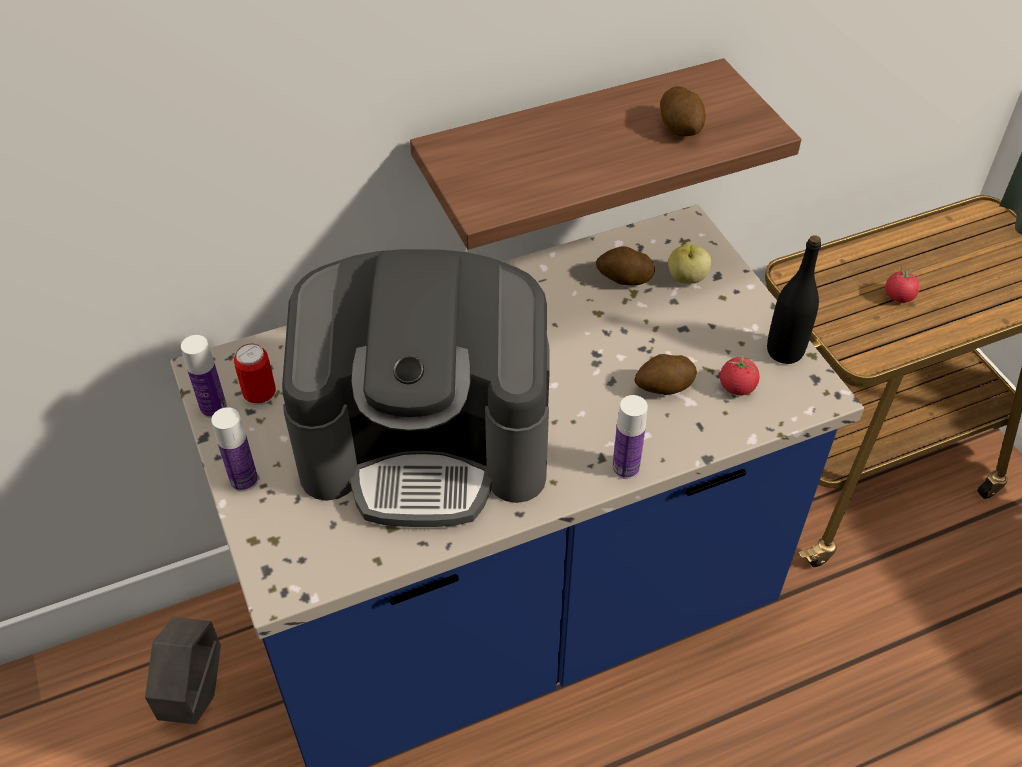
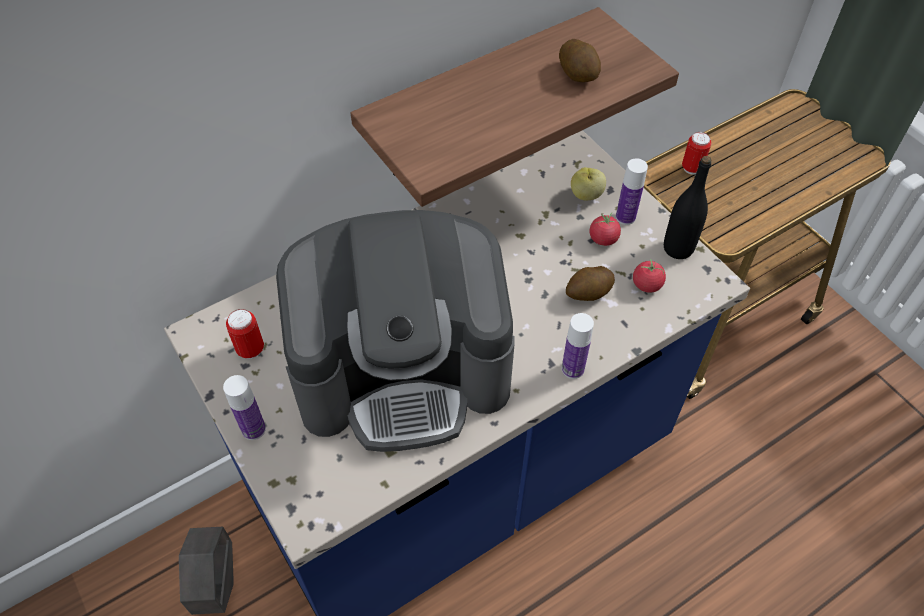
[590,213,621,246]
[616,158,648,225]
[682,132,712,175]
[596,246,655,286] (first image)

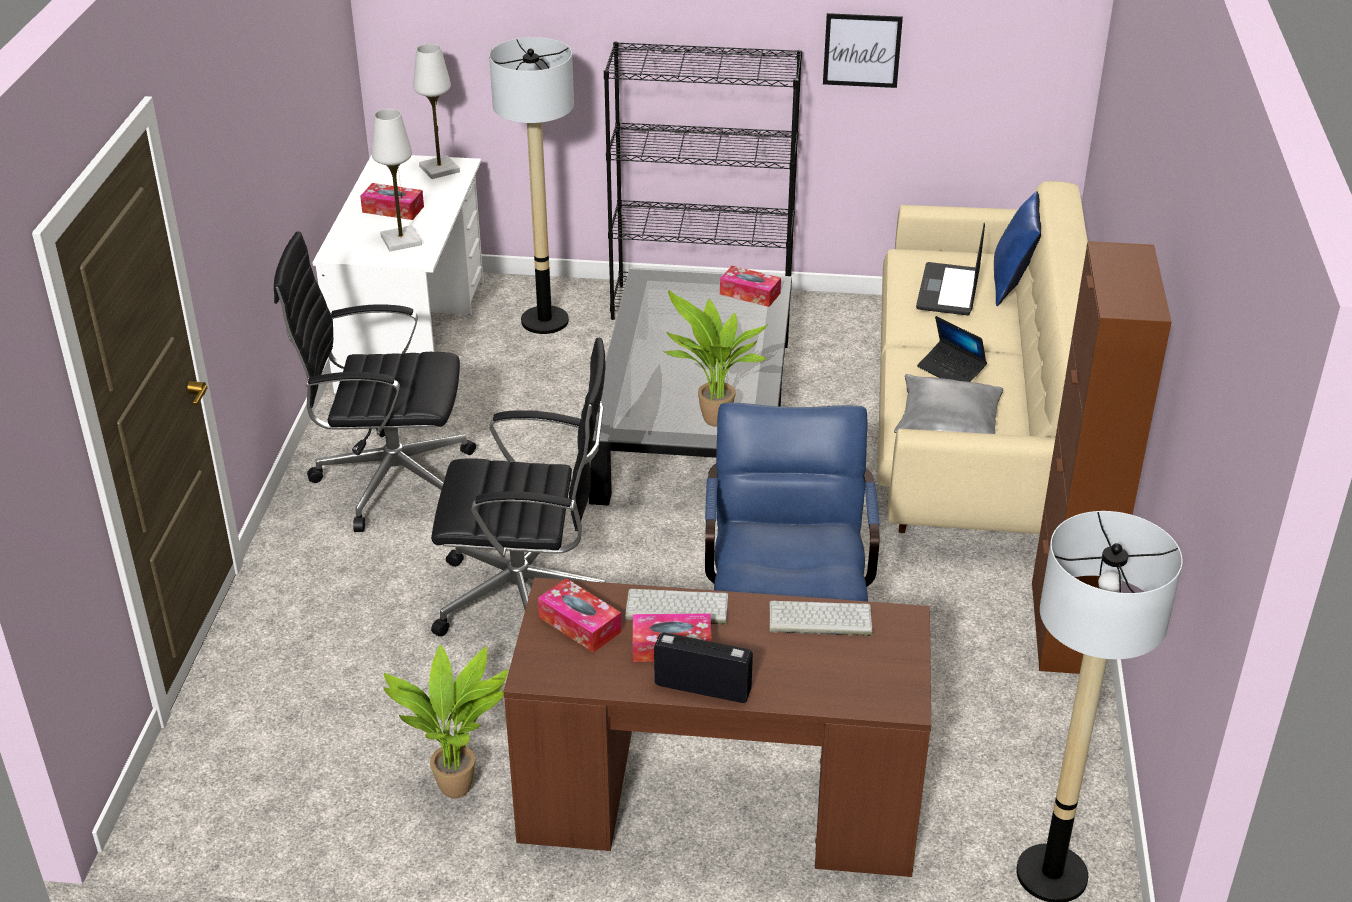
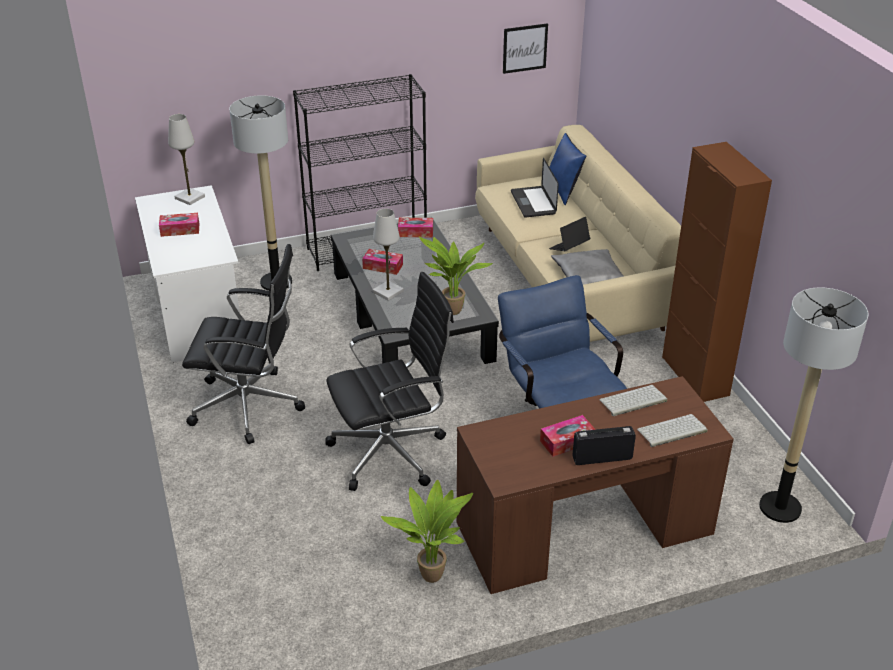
[182,244,305,444]
[362,249,403,275]
[373,208,404,301]
[503,23,548,74]
[549,217,590,251]
[637,414,707,447]

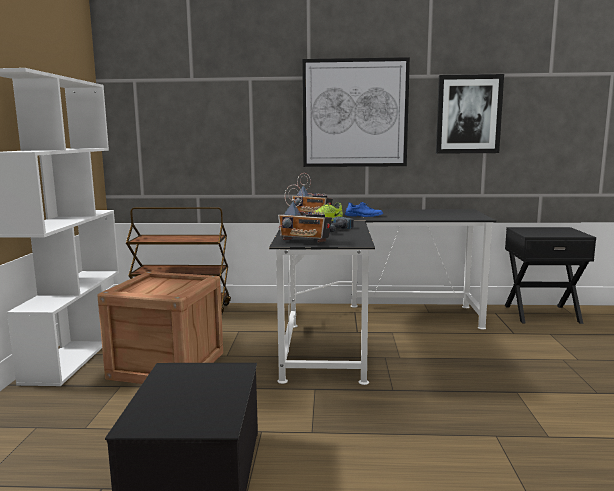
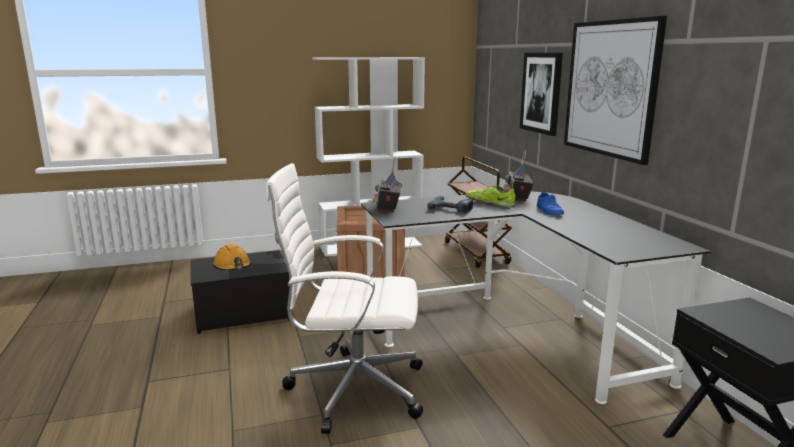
[213,244,251,271]
[266,163,423,434]
[520,53,563,136]

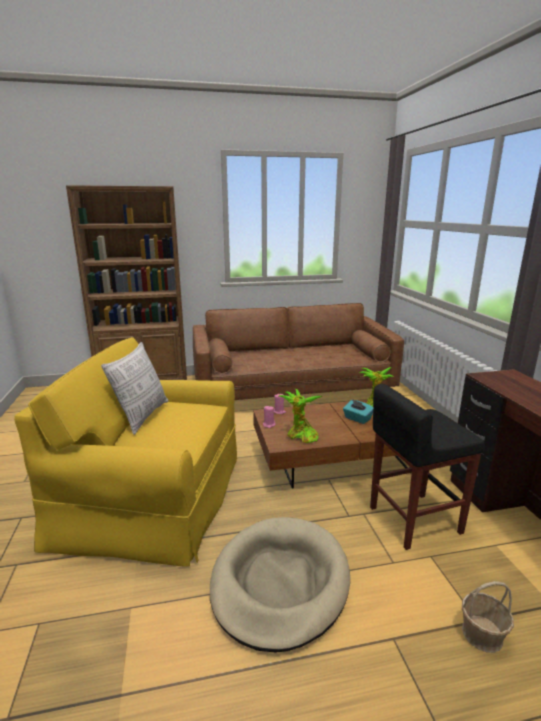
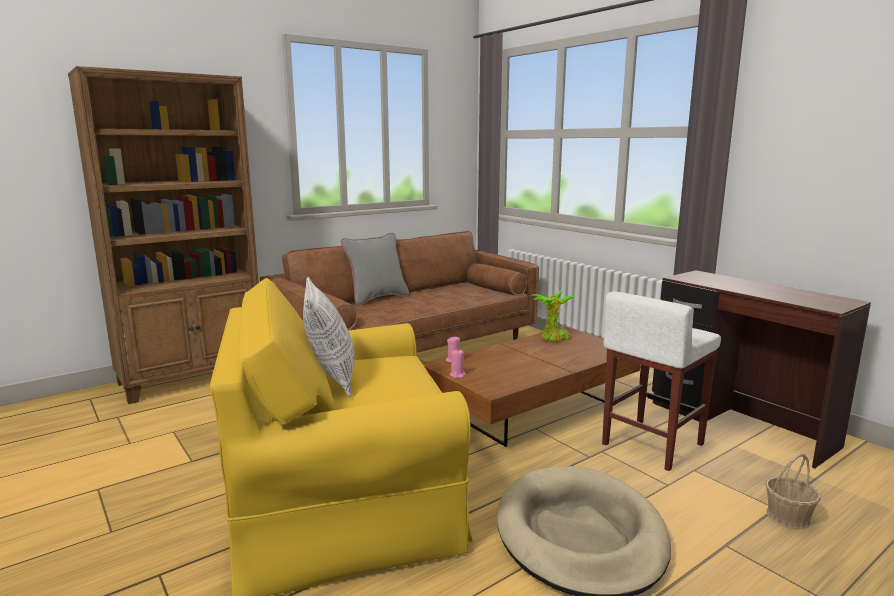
[341,233,409,306]
[602,291,721,471]
[279,389,322,443] (first image)
[343,400,373,424] (first image)

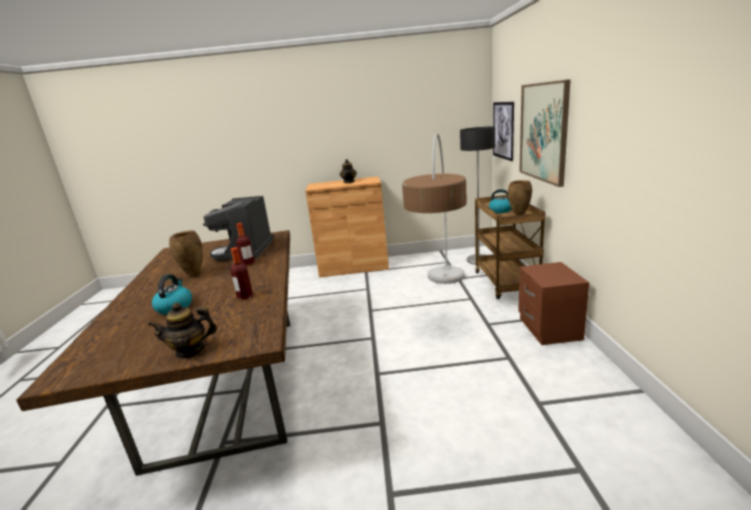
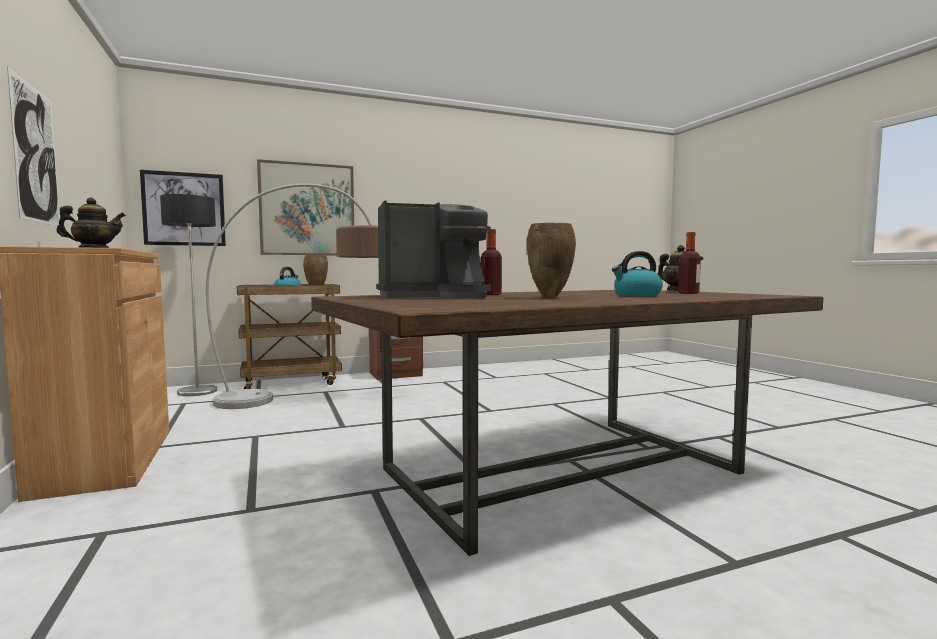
[7,67,60,226]
[678,232,701,294]

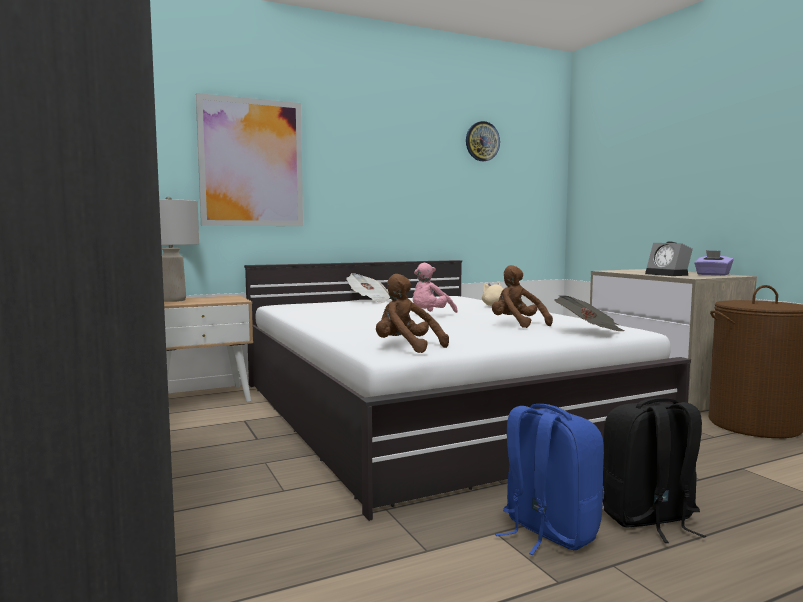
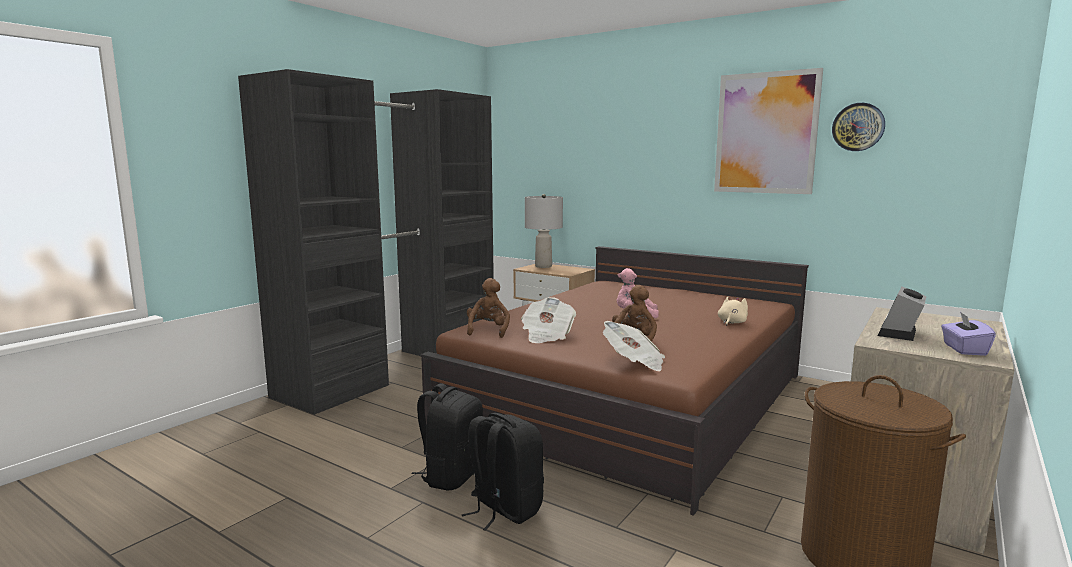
[411,383,483,491]
[421,246,809,516]
[521,297,576,343]
[714,68,823,194]

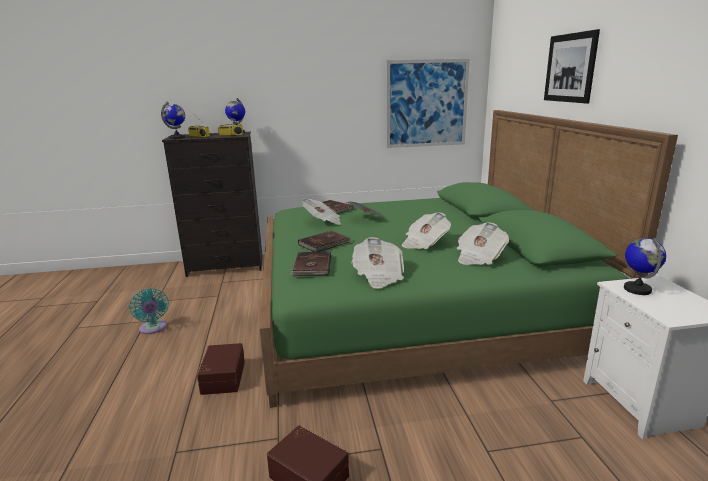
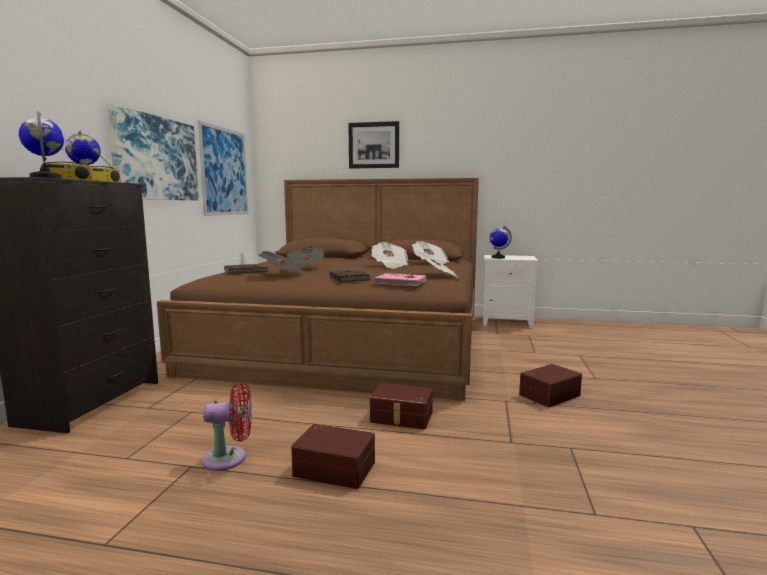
[107,104,199,200]
[157,178,479,401]
[202,383,252,471]
[291,424,375,489]
[374,273,427,286]

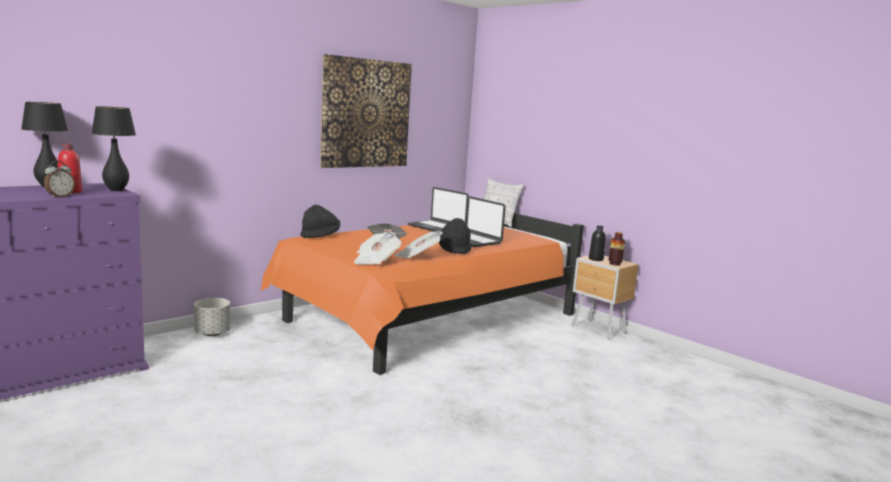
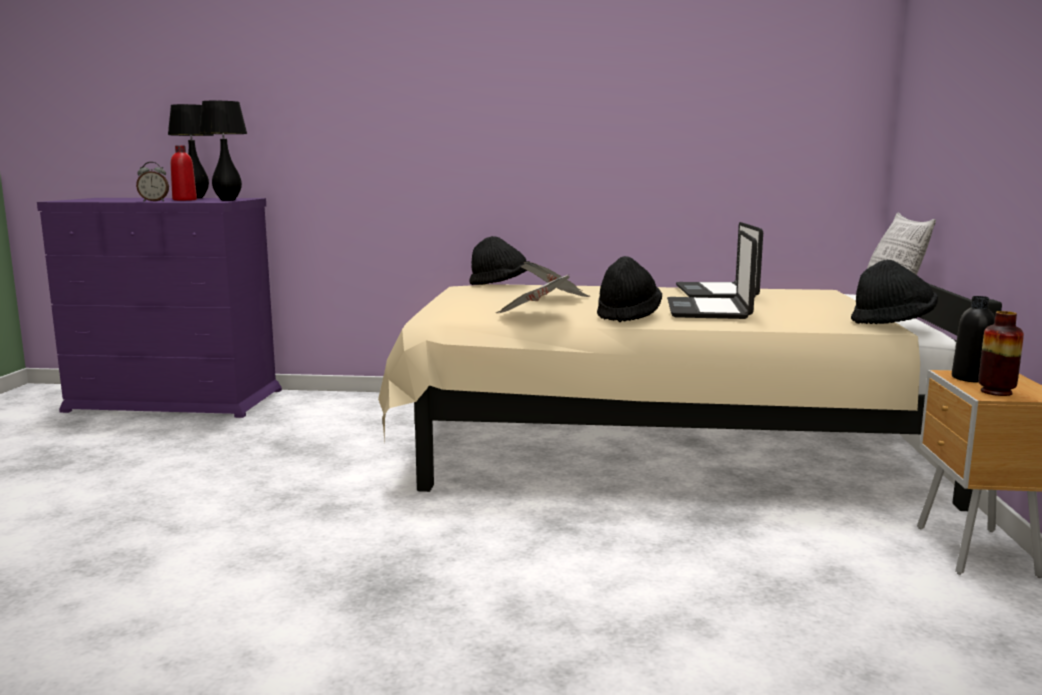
[378,283,1002,511]
[851,260,938,324]
[194,298,230,336] (first image)
[320,54,412,168] (first image)
[354,232,401,265] (first image)

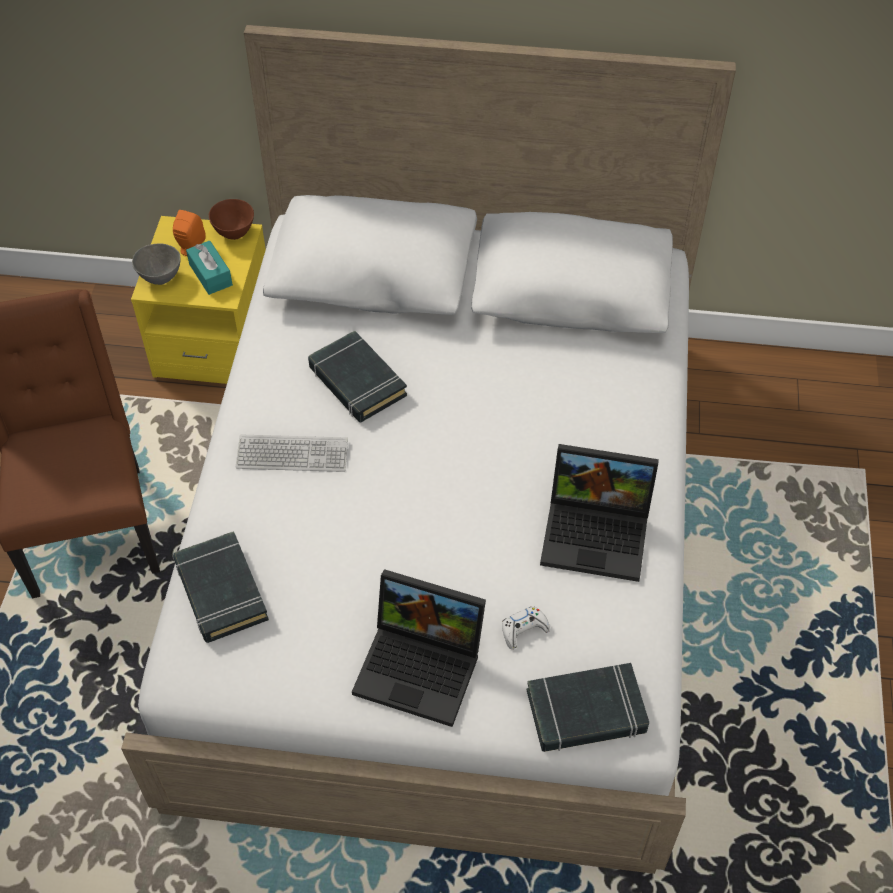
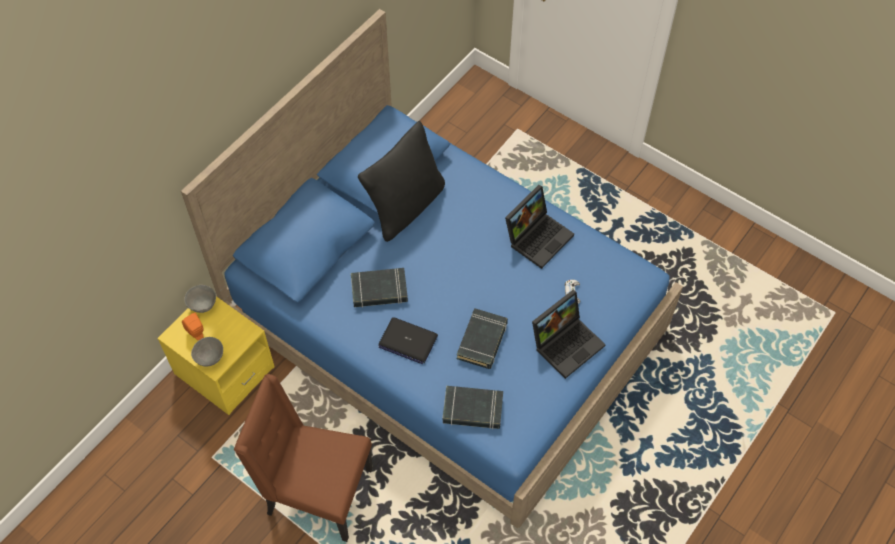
[181,9,683,529]
[184,285,216,313]
[358,121,445,242]
[378,317,438,364]
[457,308,508,369]
[186,241,233,295] (first image)

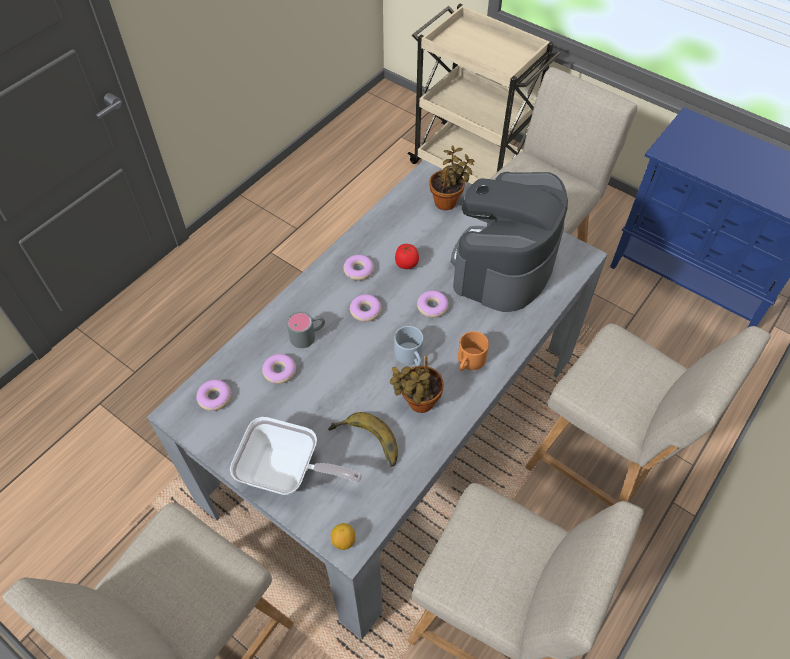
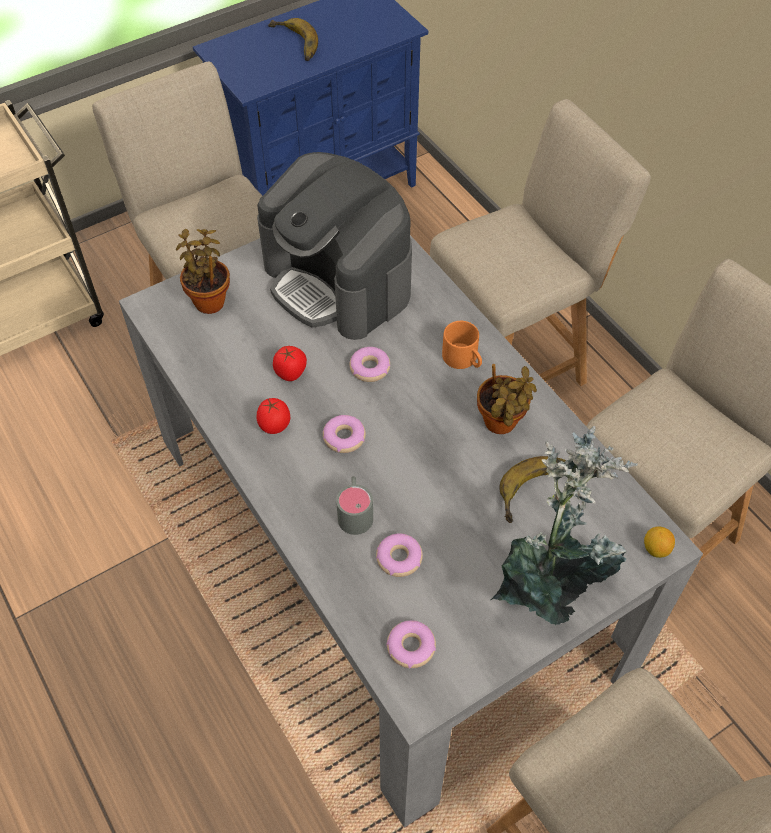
[256,398,290,434]
[268,18,318,61]
[490,426,638,625]
[394,326,423,366] (first image)

